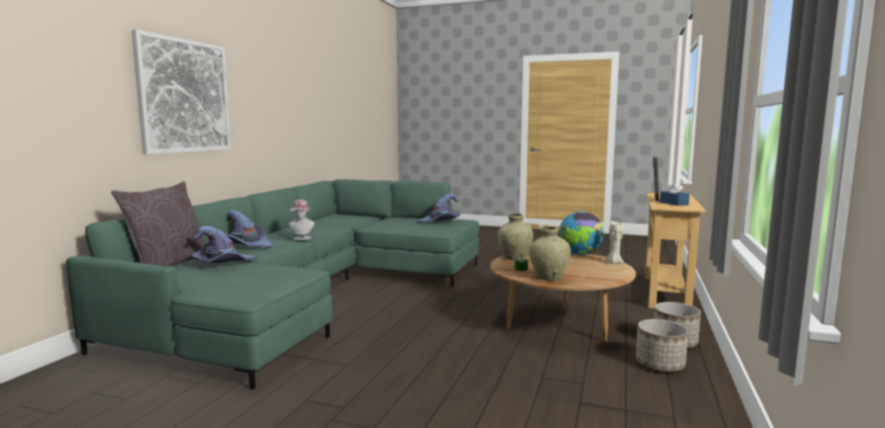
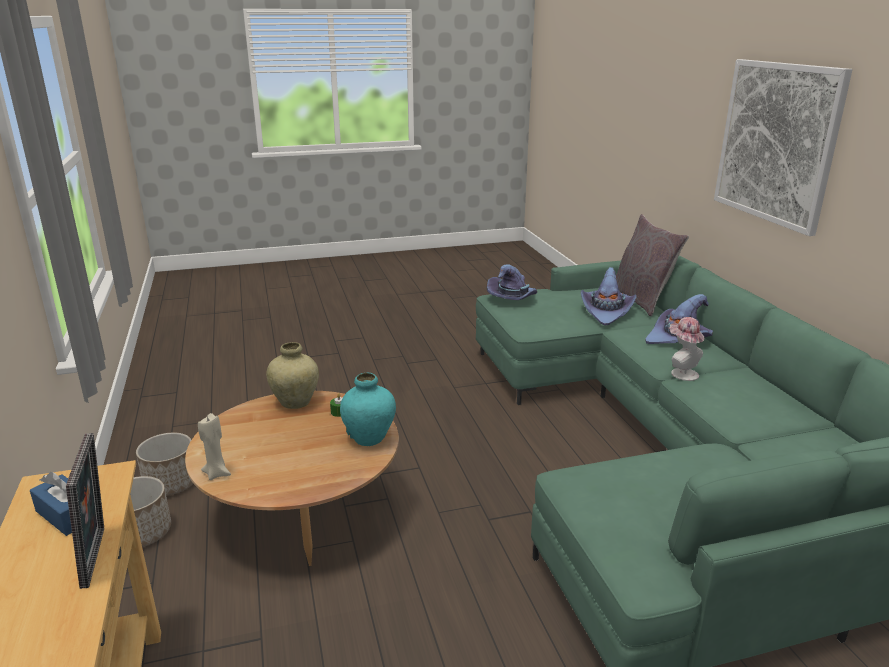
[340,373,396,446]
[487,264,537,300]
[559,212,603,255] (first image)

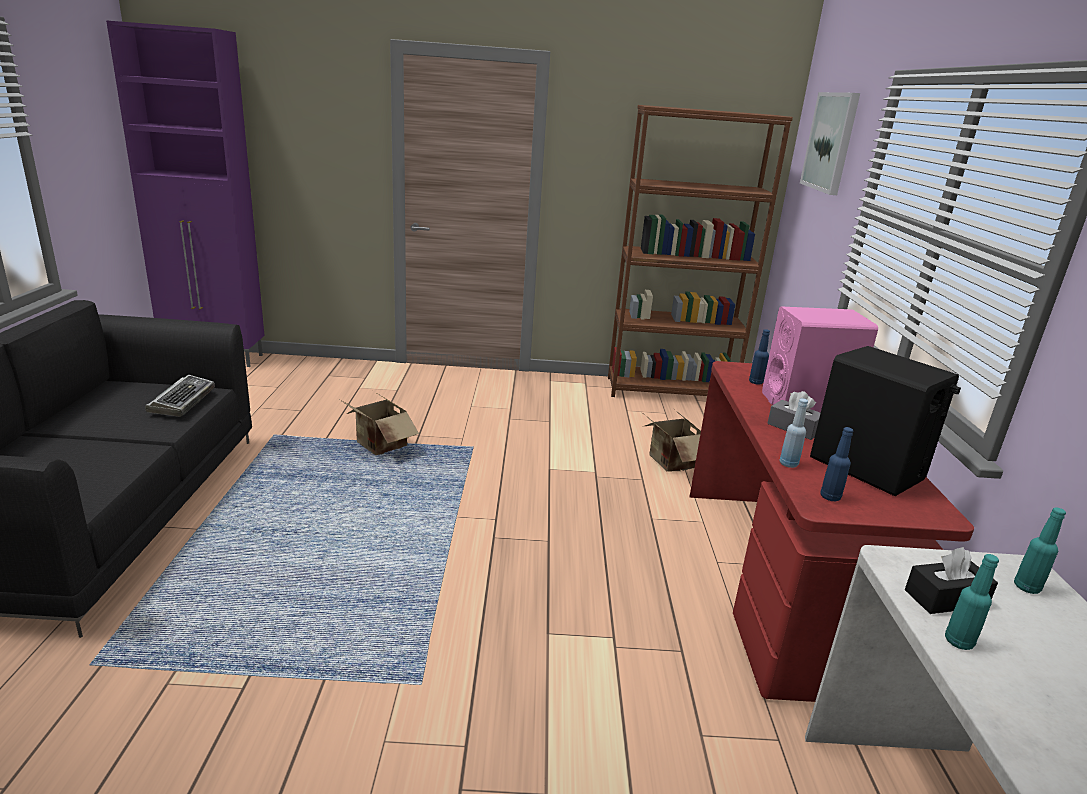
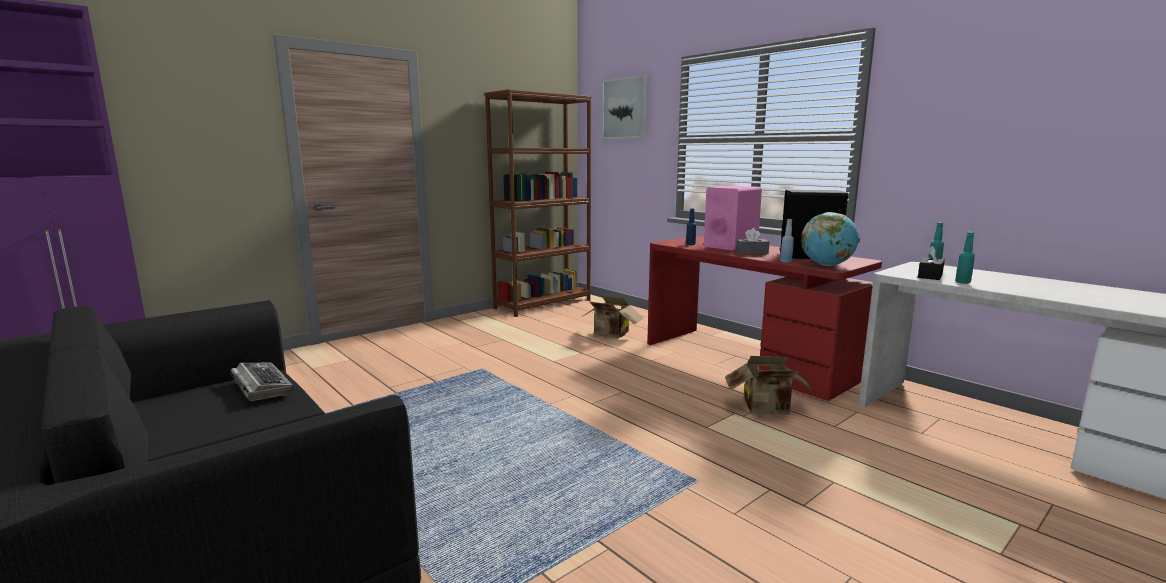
[725,356,815,415]
[801,212,859,266]

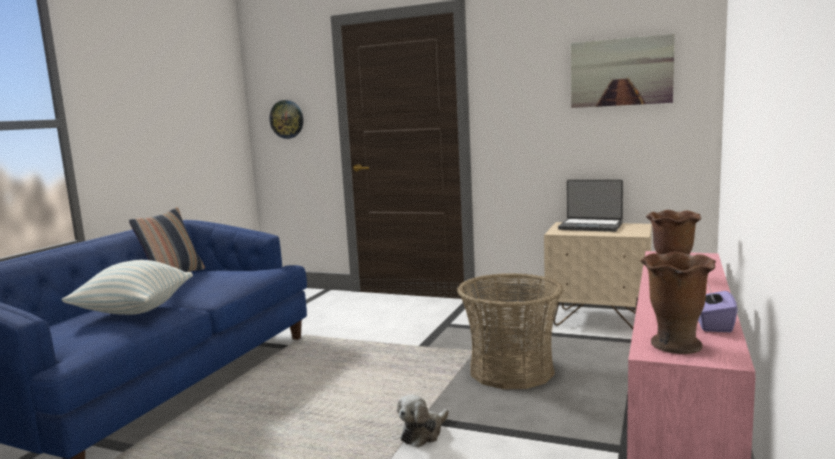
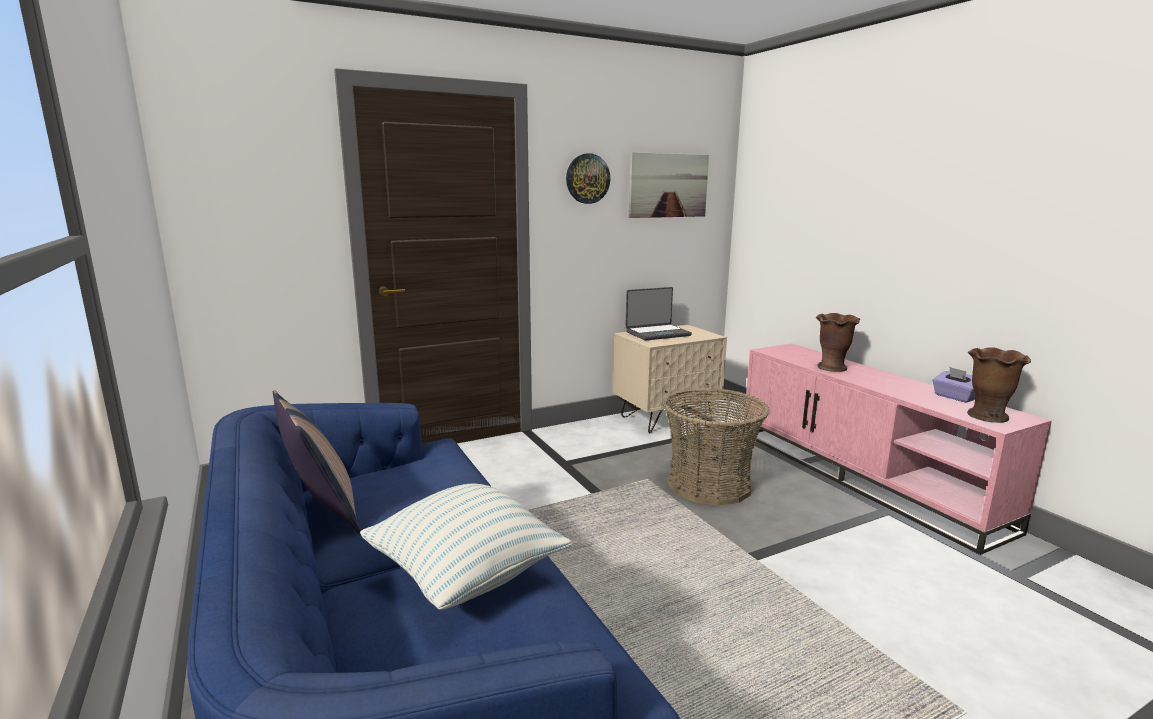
[566,153,610,204]
[397,394,449,448] (first image)

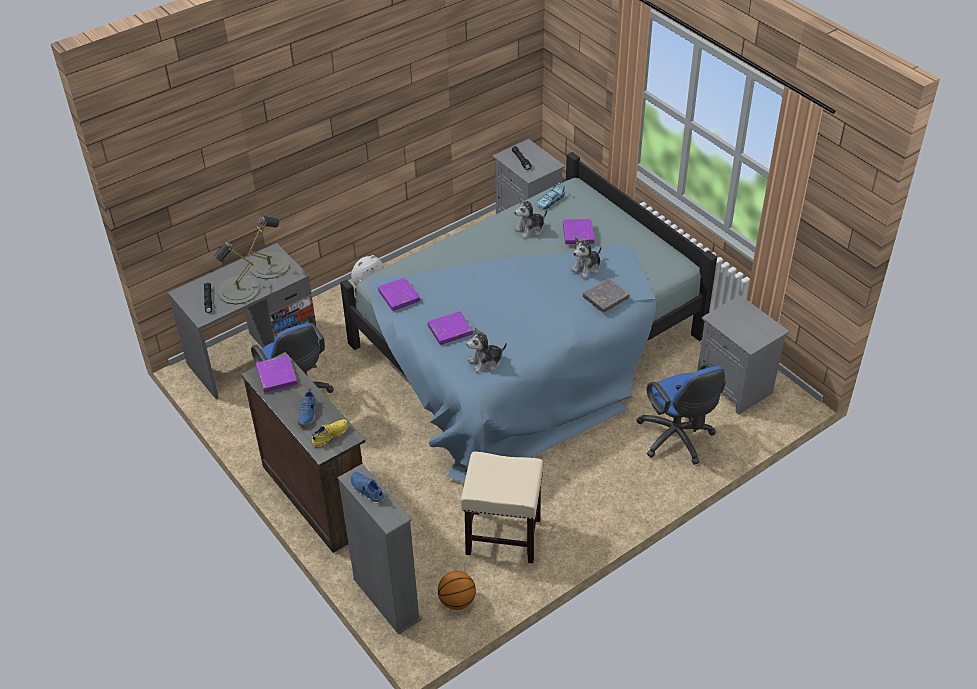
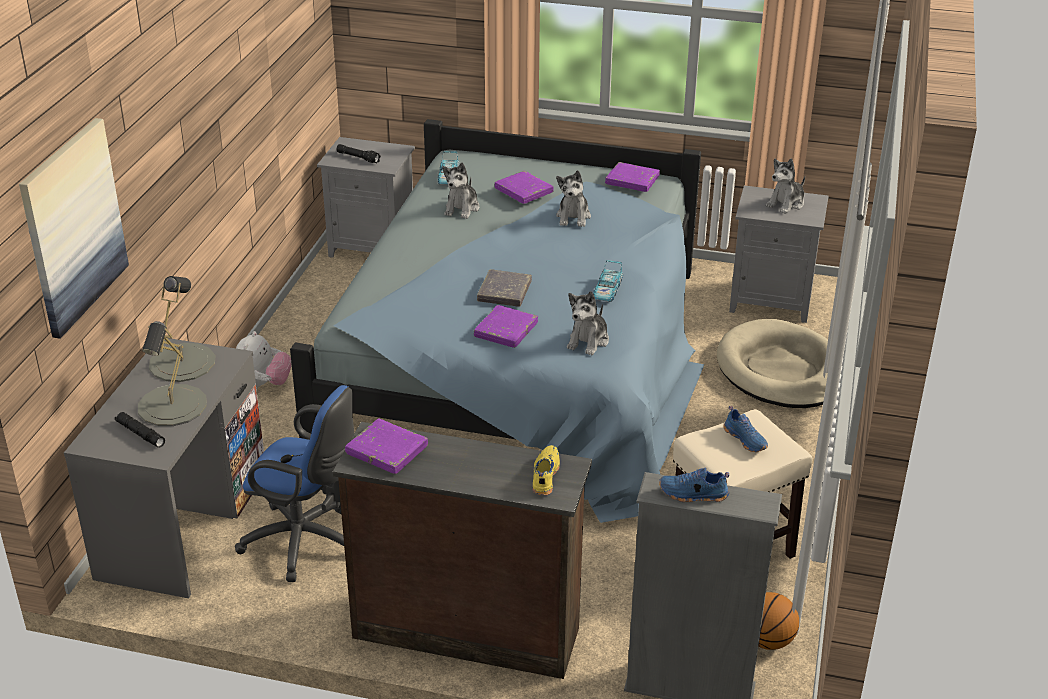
[19,118,129,339]
[477,269,532,307]
[593,260,623,302]
[605,162,660,192]
[717,319,828,408]
[723,406,768,452]
[766,159,805,214]

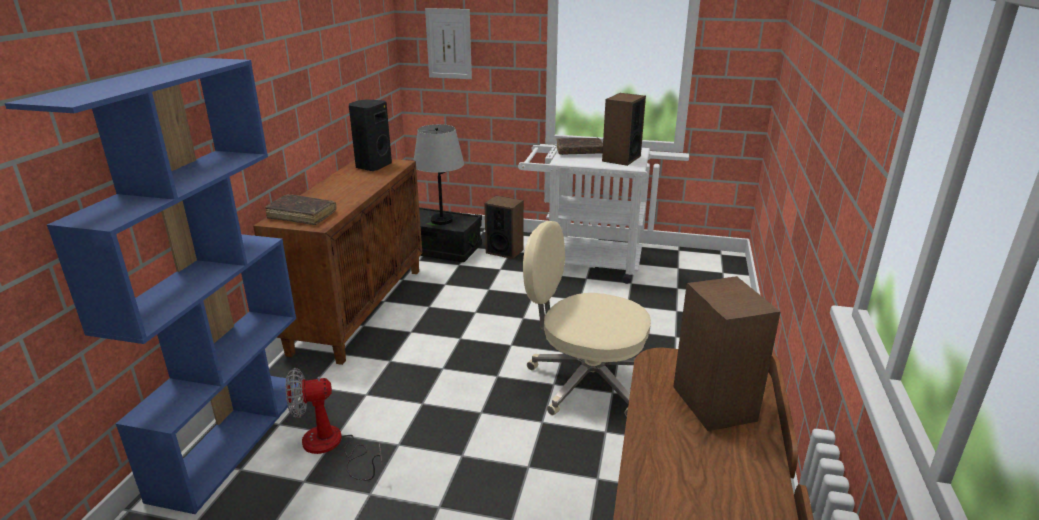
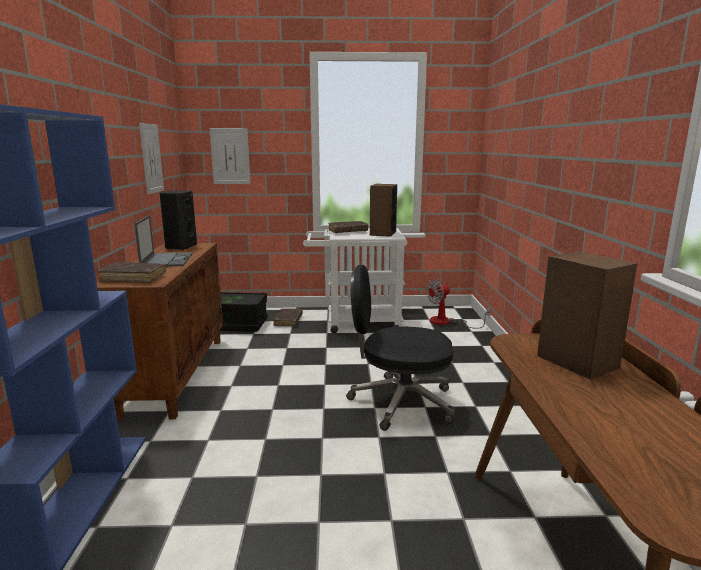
[134,215,193,267]
[139,123,164,195]
[273,309,303,326]
[346,265,454,431]
[426,279,491,329]
[414,124,464,225] (first image)

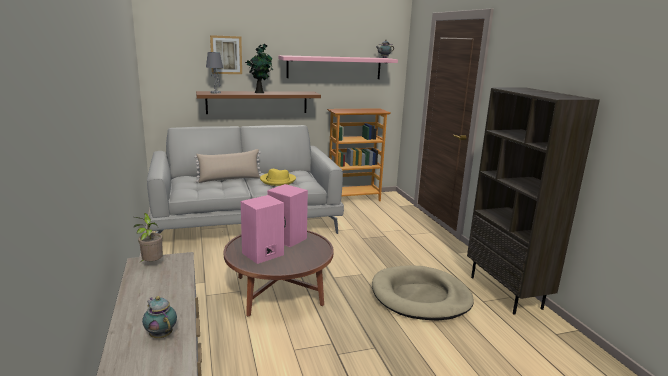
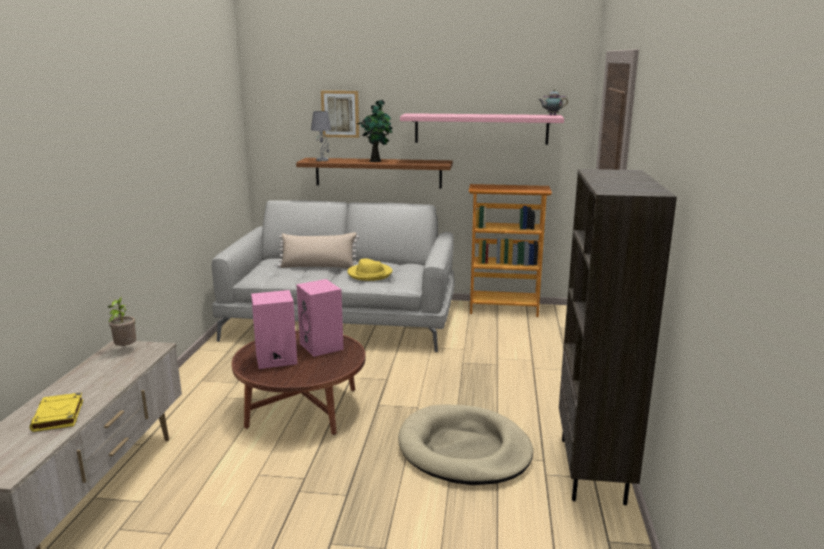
[29,392,83,432]

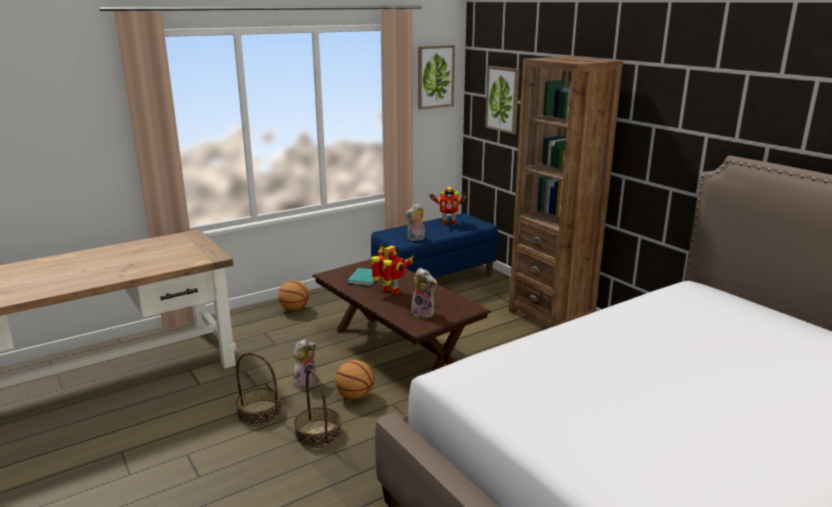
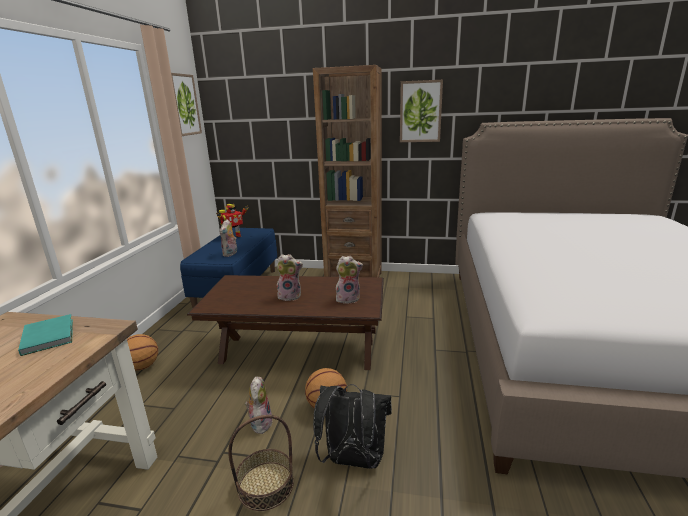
[18,314,73,356]
[276,254,303,301]
[313,384,392,469]
[400,80,443,142]

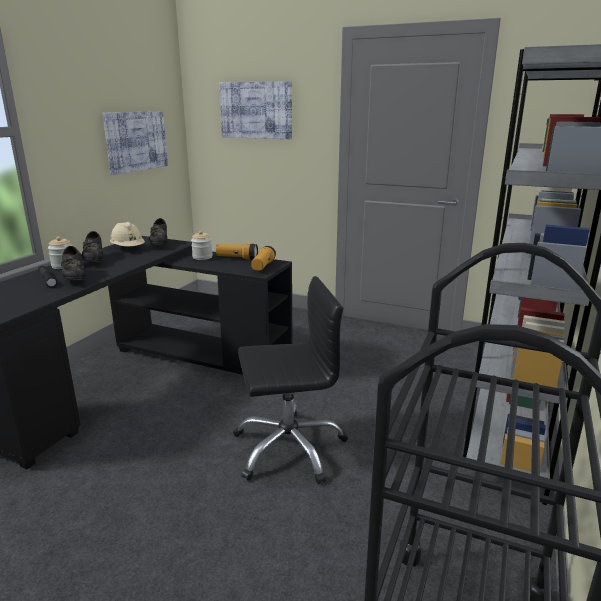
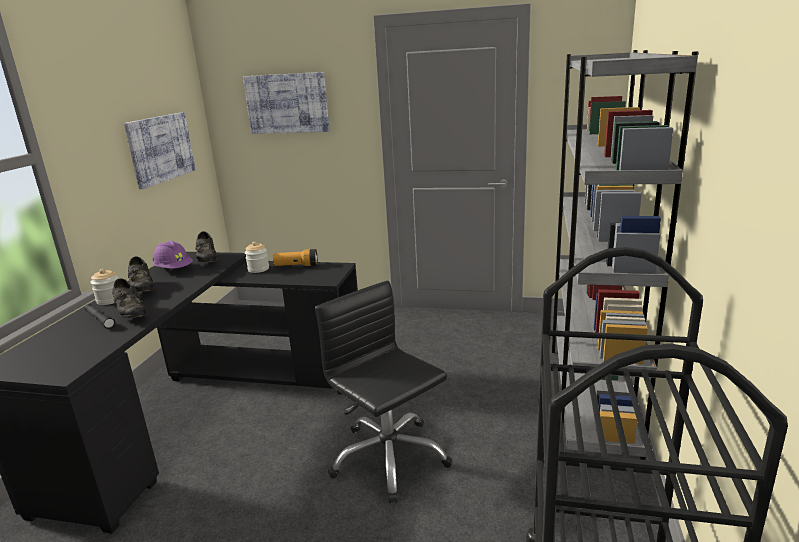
[153,241,193,269]
[315,280,452,503]
[251,246,276,271] (first image)

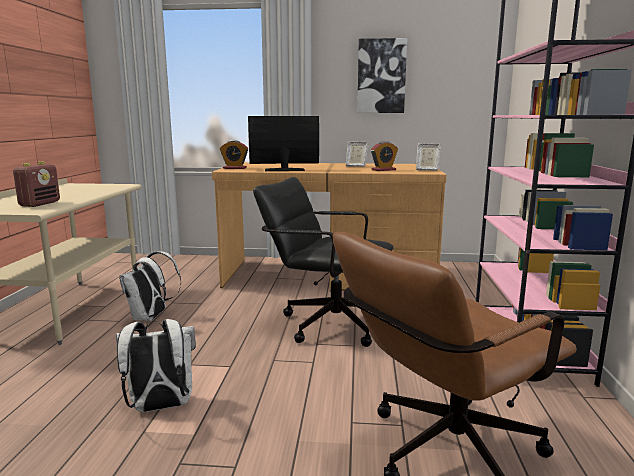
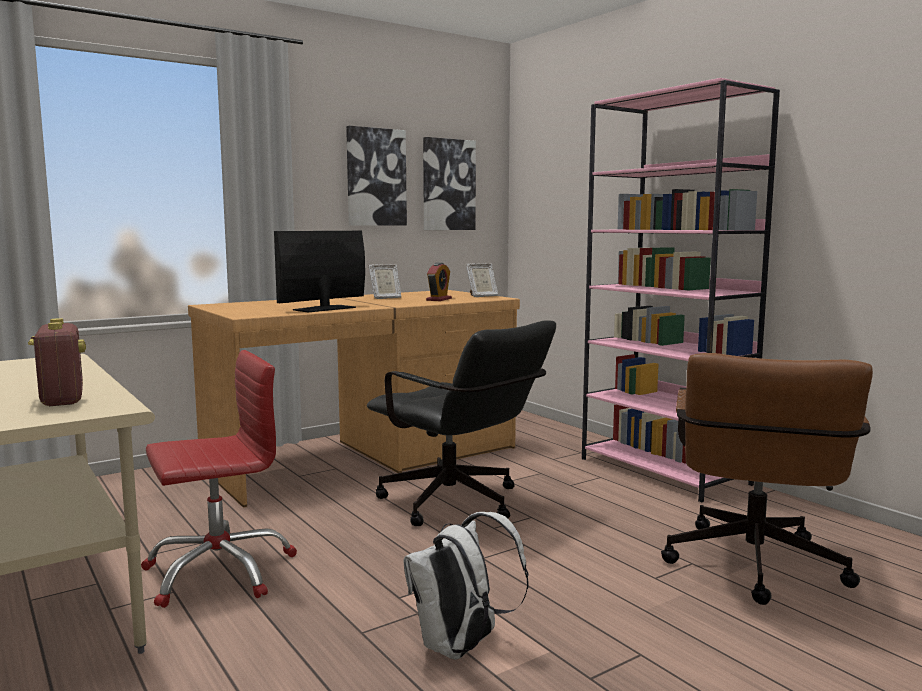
[141,350,297,608]
[367,320,556,526]
[423,137,476,230]
[220,140,248,169] (first image)

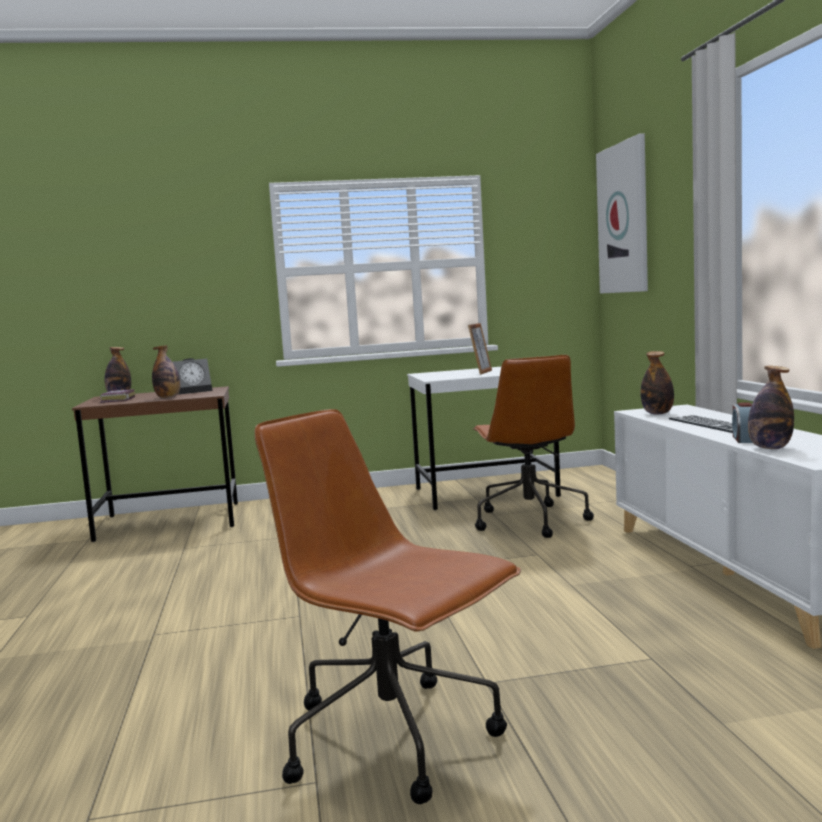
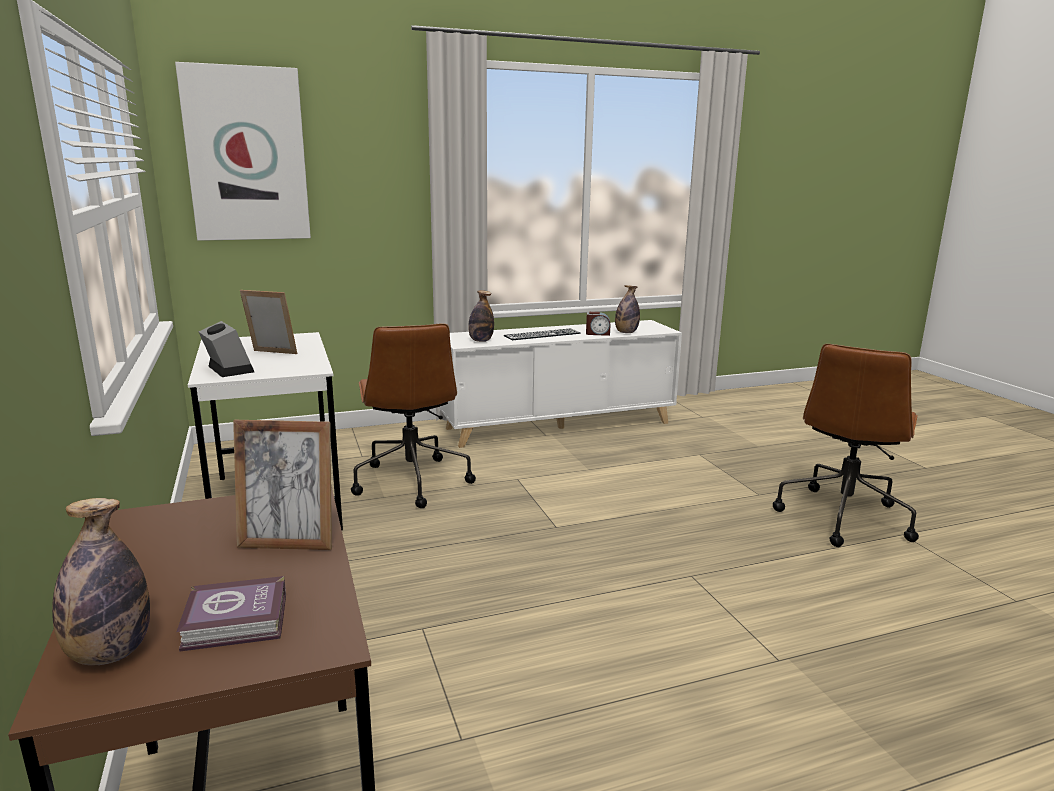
[198,321,254,377]
[233,420,332,550]
[351,323,476,508]

